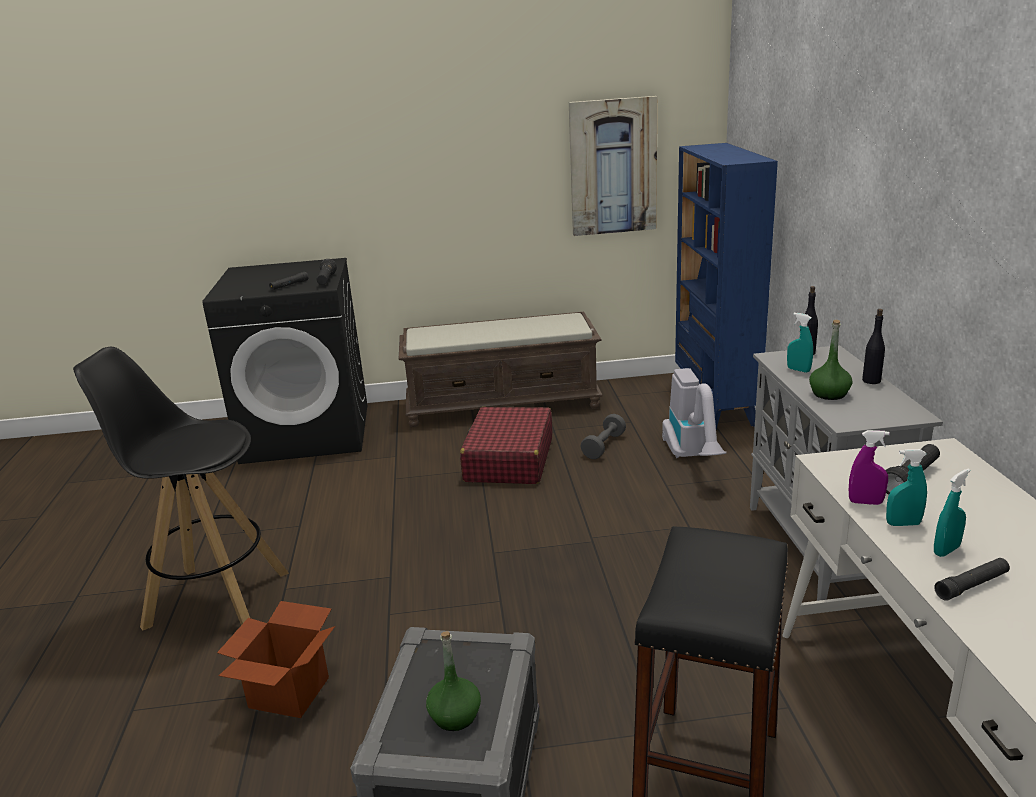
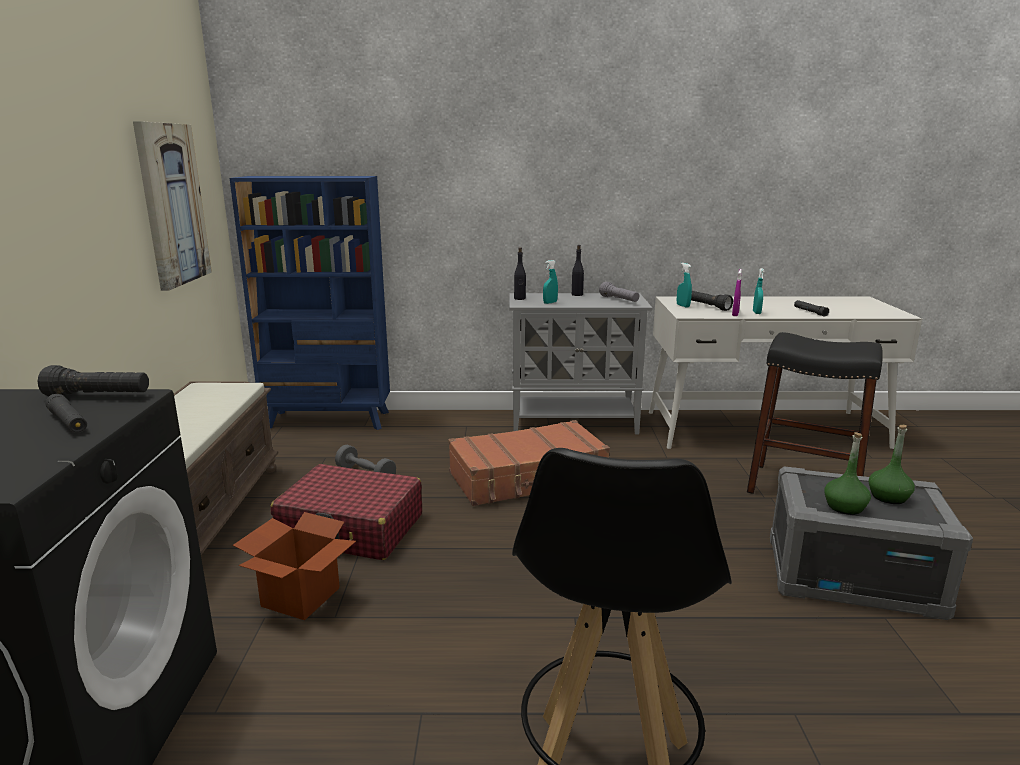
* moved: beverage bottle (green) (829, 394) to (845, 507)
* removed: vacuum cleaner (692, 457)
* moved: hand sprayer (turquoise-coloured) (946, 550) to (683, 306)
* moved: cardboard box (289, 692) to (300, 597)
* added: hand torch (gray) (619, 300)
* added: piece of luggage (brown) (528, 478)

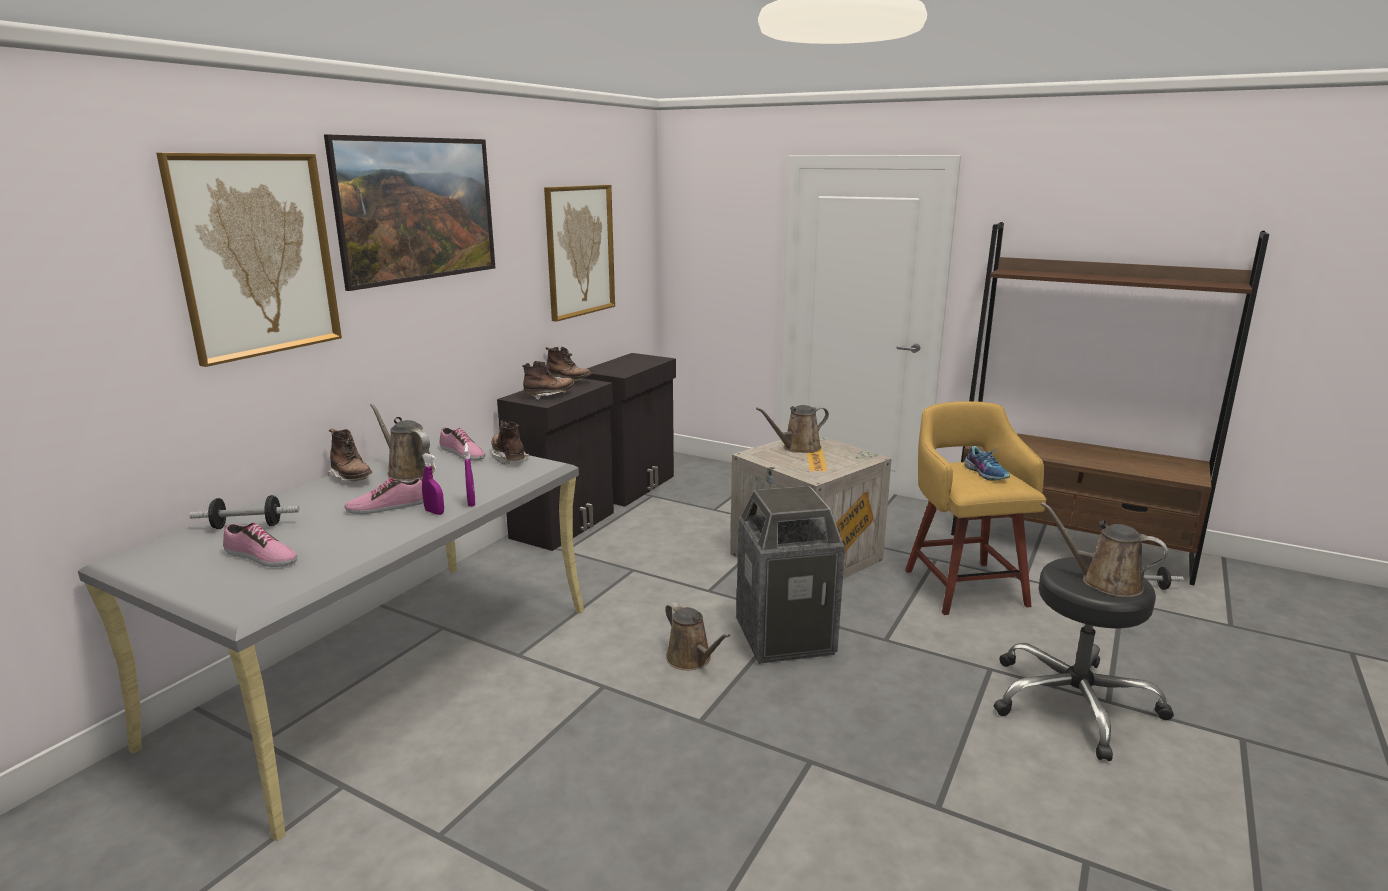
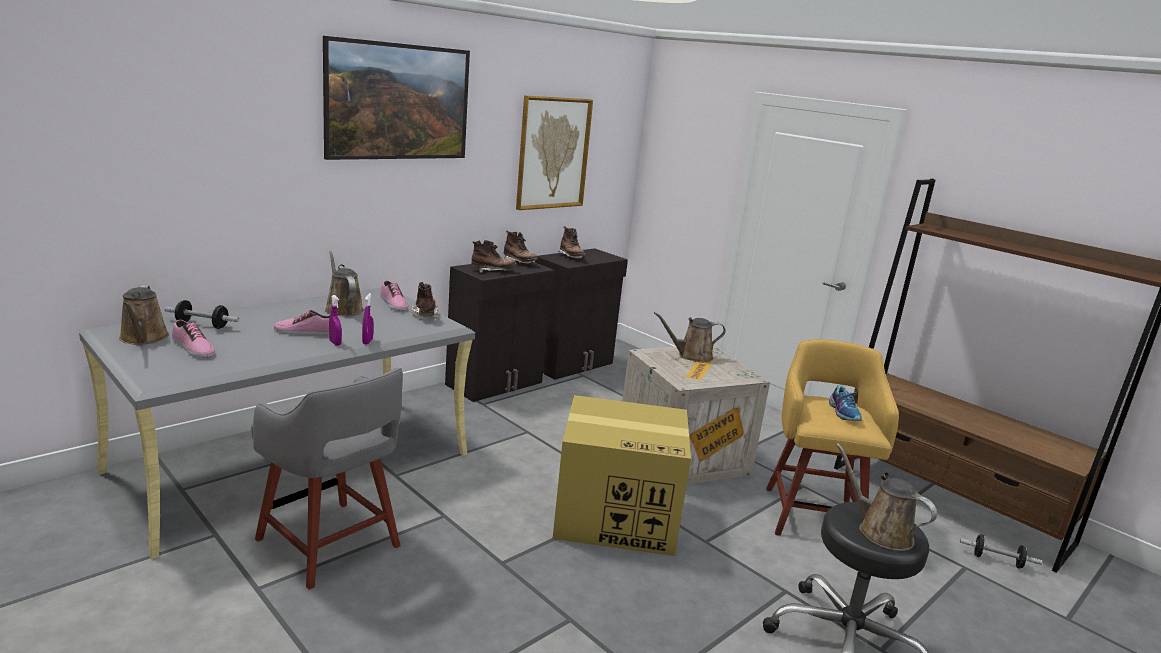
* removed: picture (256, 255)
* moved: tall boot (brown) (352, 478) to (571, 257)
* replaced: waste bin (785, 637) to cardboard box (618, 516)
* moved: watering pot (brown) (691, 659) to (143, 338)
* added: stool seat (gray) (330, 545)

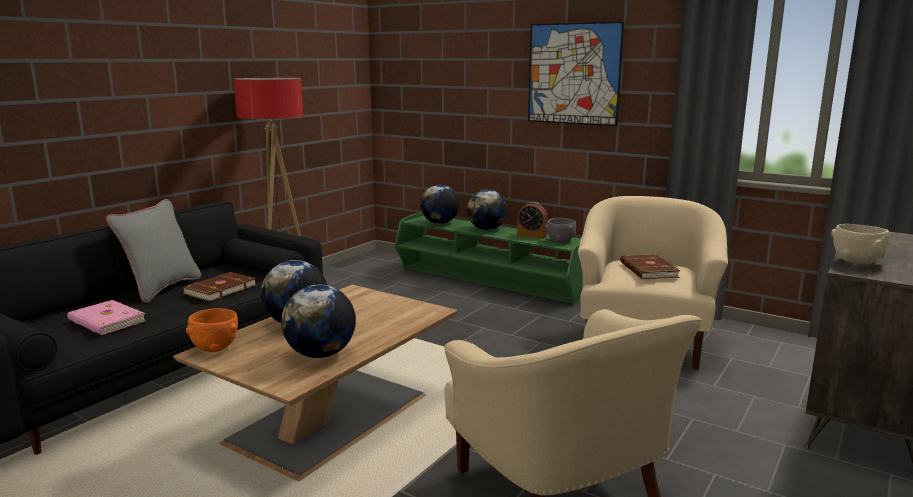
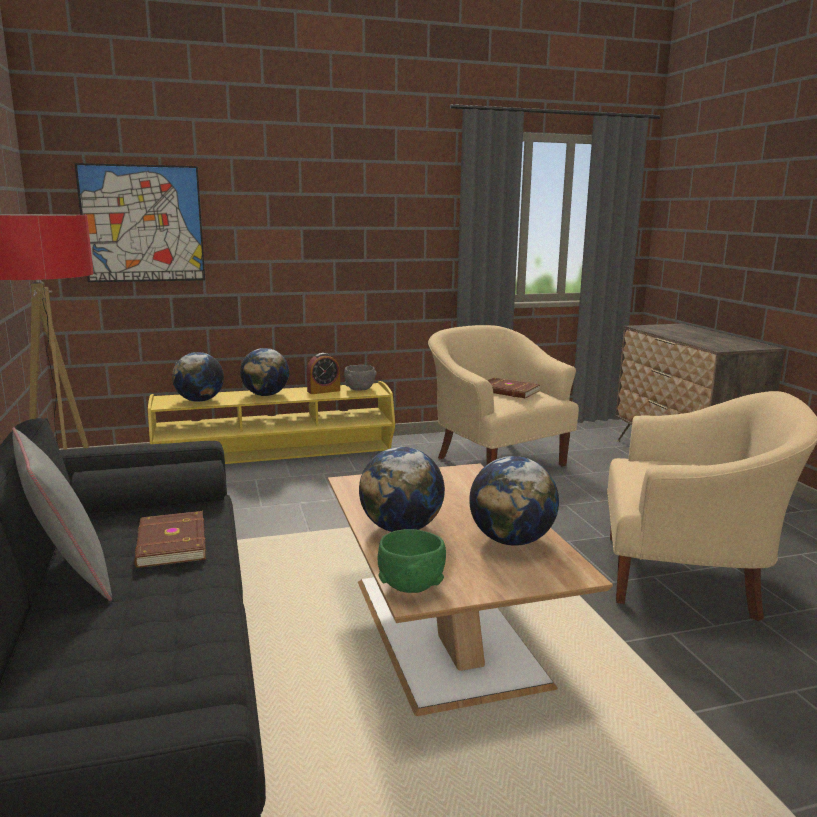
* moved: picture (573, 74) to (142, 224)
* recoloured: media console (green) (488, 282) to media console (yellow-coloured) (276, 455)
* removed: bowl (sand-coloured) (856, 262)
* removed: volume (pink) (106, 321)
* recoloured: bowl (orangey) (215, 348) to bowl (green) (411, 586)

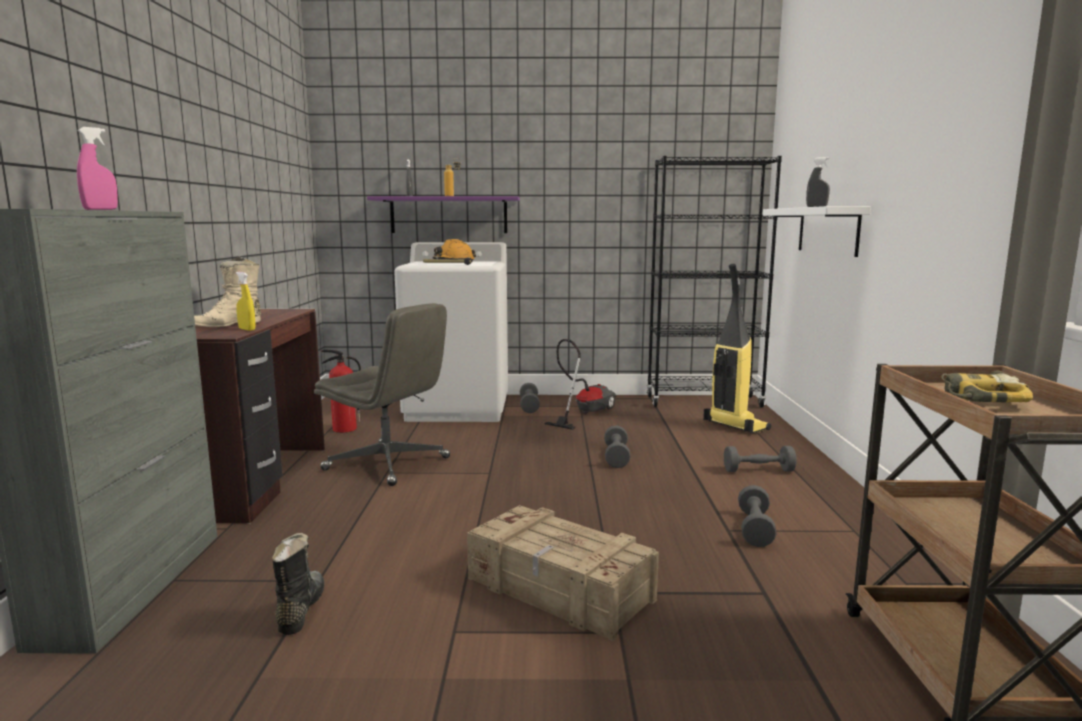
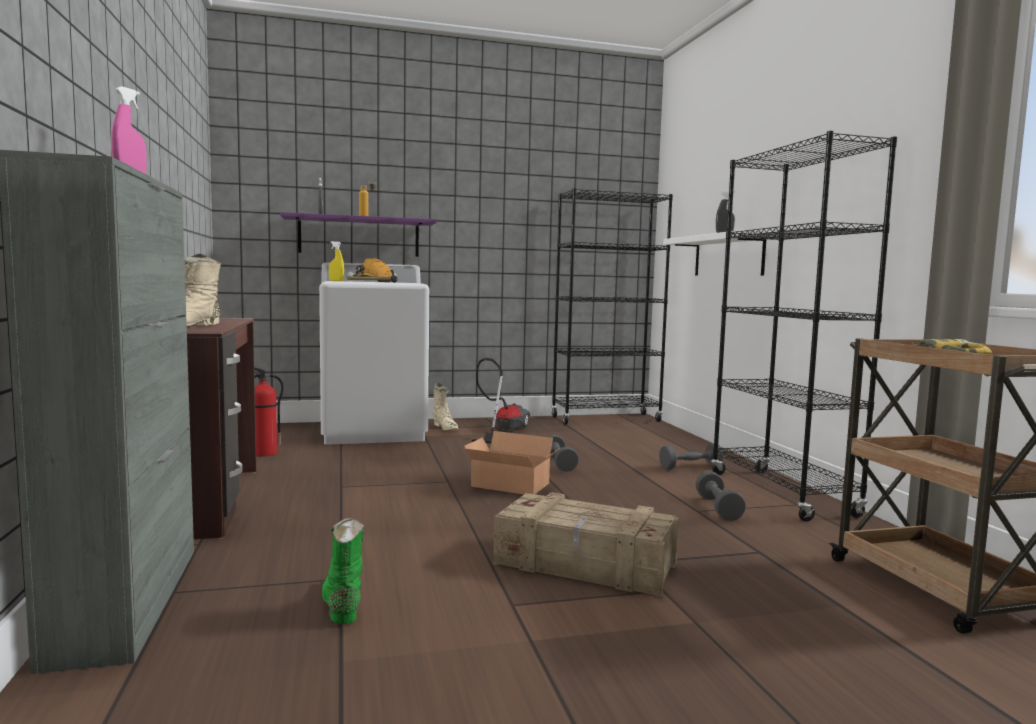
* removed: vacuum cleaner (734, 425)
* moved: hand sprayer (yellow-coloured) (247, 329) to (336, 281)
* removed: desk chair (gray) (388, 464)
* replaced: free weight (gray) (529, 406) to tall boot (sand-coloured) (445, 428)
* recoloured: tall boot (black) (300, 610) to tall boot (green) (341, 603)
* added: bookcase (black) (781, 494)
* added: cardboard box (510, 486)

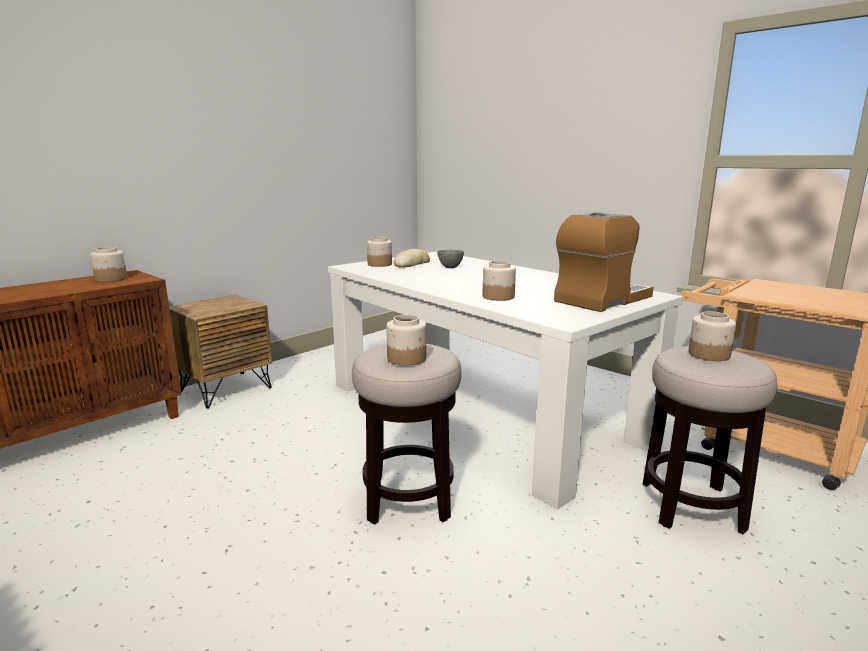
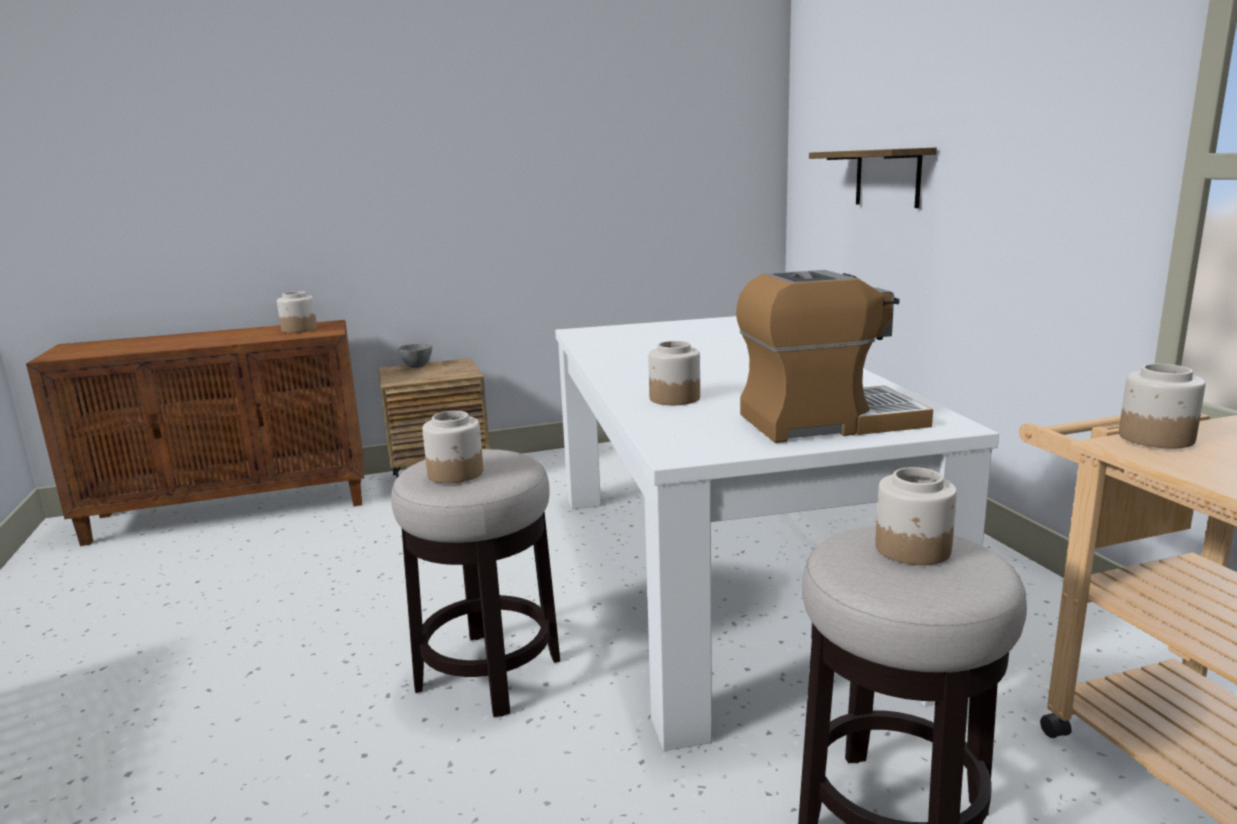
* moved: jar (379, 264) to (1155, 438)
* removed: bread (412, 264)
* moved: bowl (gray) (450, 267) to (416, 366)
* added: wall shelf (887, 178)

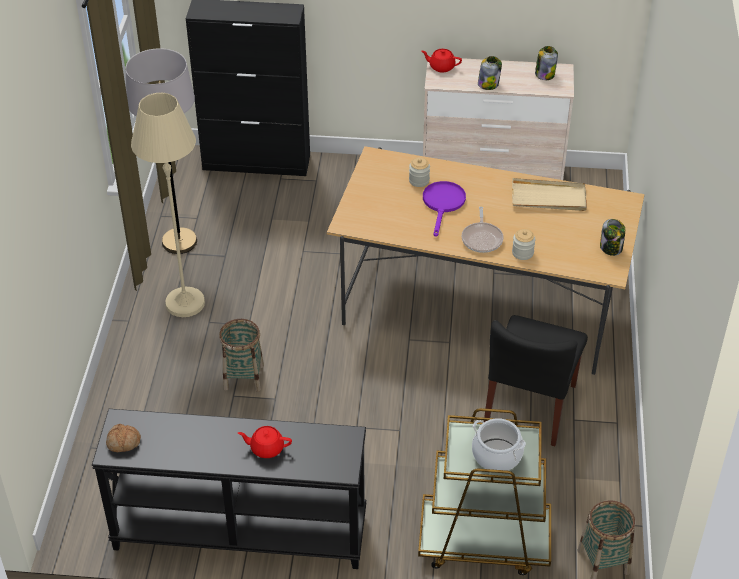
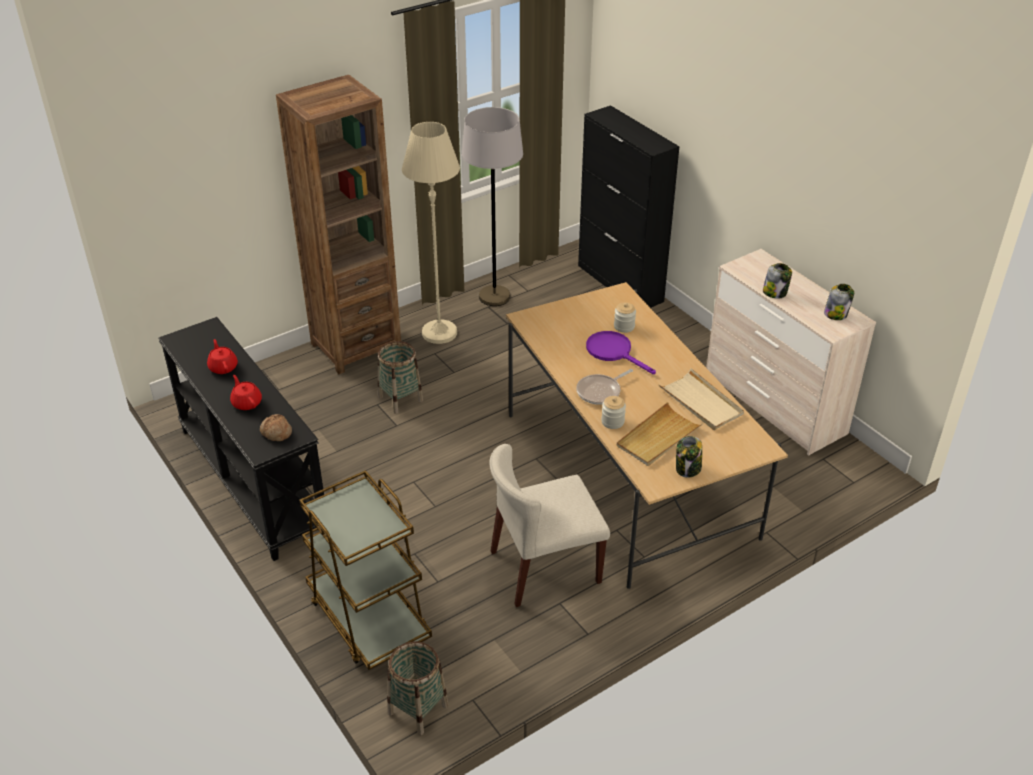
* moved: teapot (red-coloured) (441, 67) to (223, 367)
* turned: pan (purplish) (443, 204) = (614, 352) 105 degrees counterclockwise
* recoloured: upright chair (black) (530, 406) to upright chair (sand-coloured) (544, 567)
* removed: saucepot (497, 455)
* moved: bread (123, 442) to (276, 433)
* added: bookcase (brown) (356, 346)
* added: serving tray (sand-coloured) (658, 437)

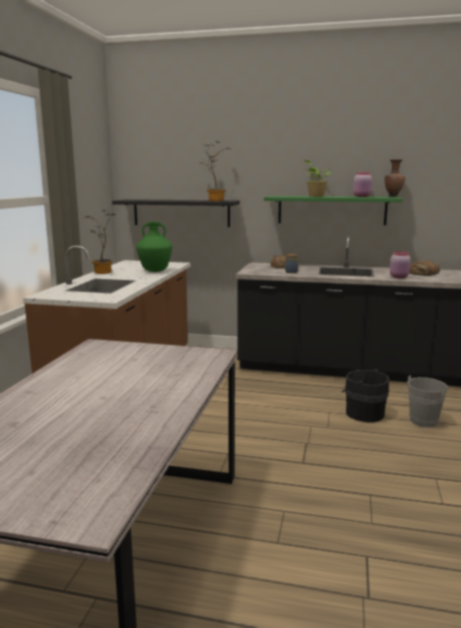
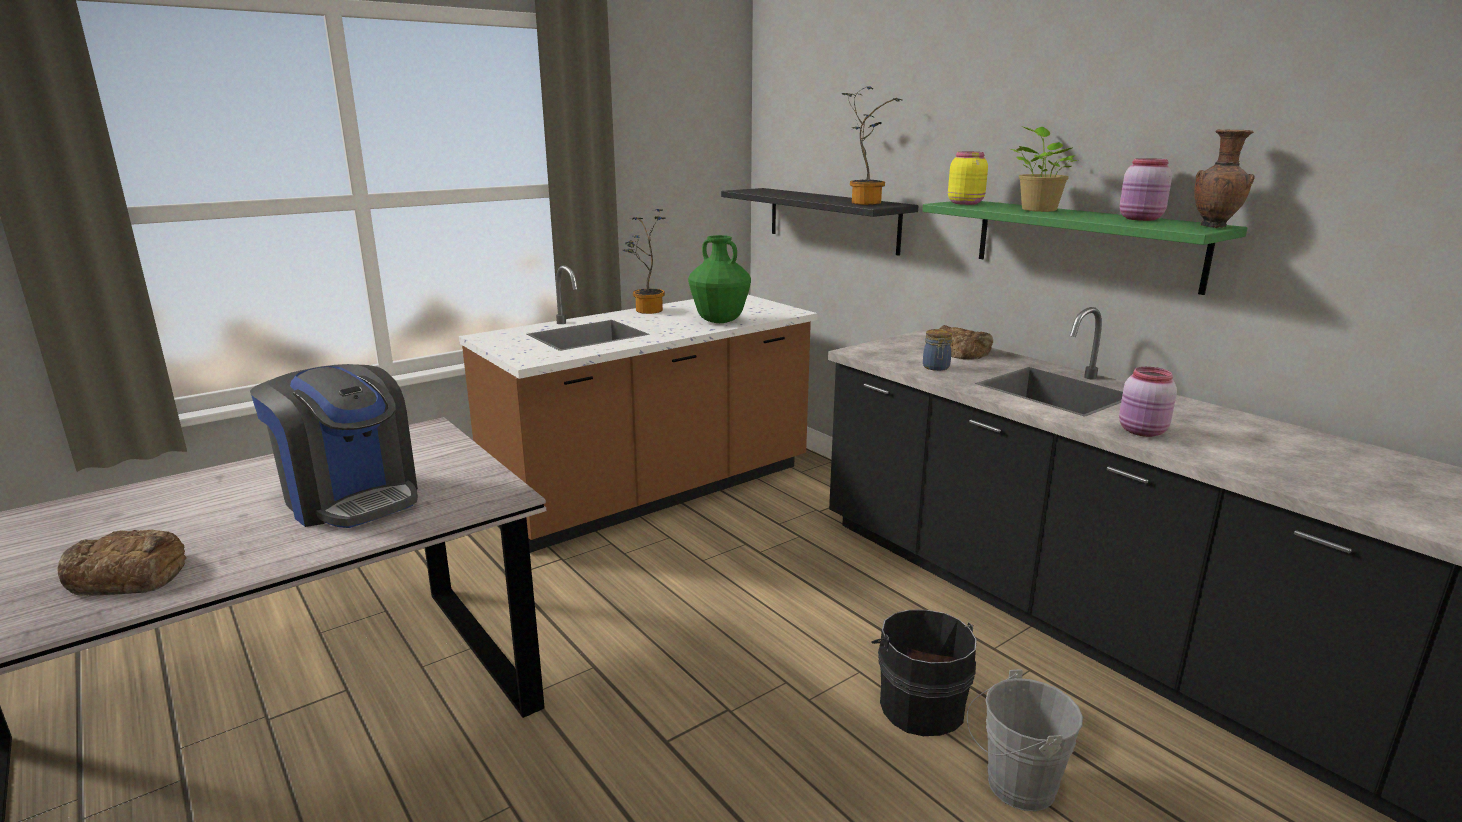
* moved: bread (423, 273) to (128, 575)
* added: jar (yellow-coloured) (965, 203)
* added: coffee maker (351, 497)

